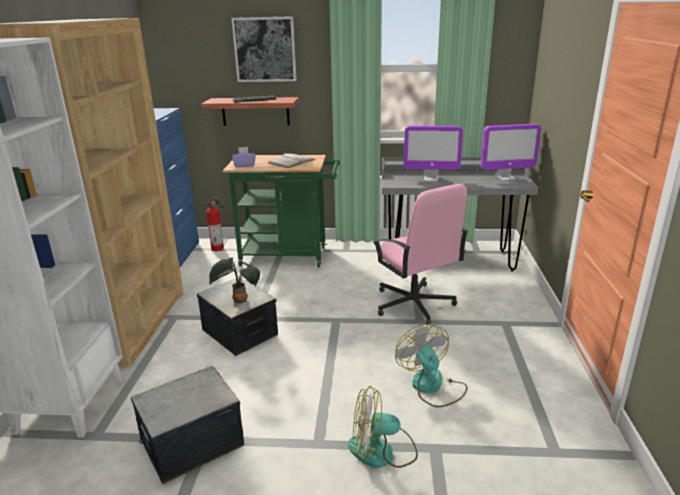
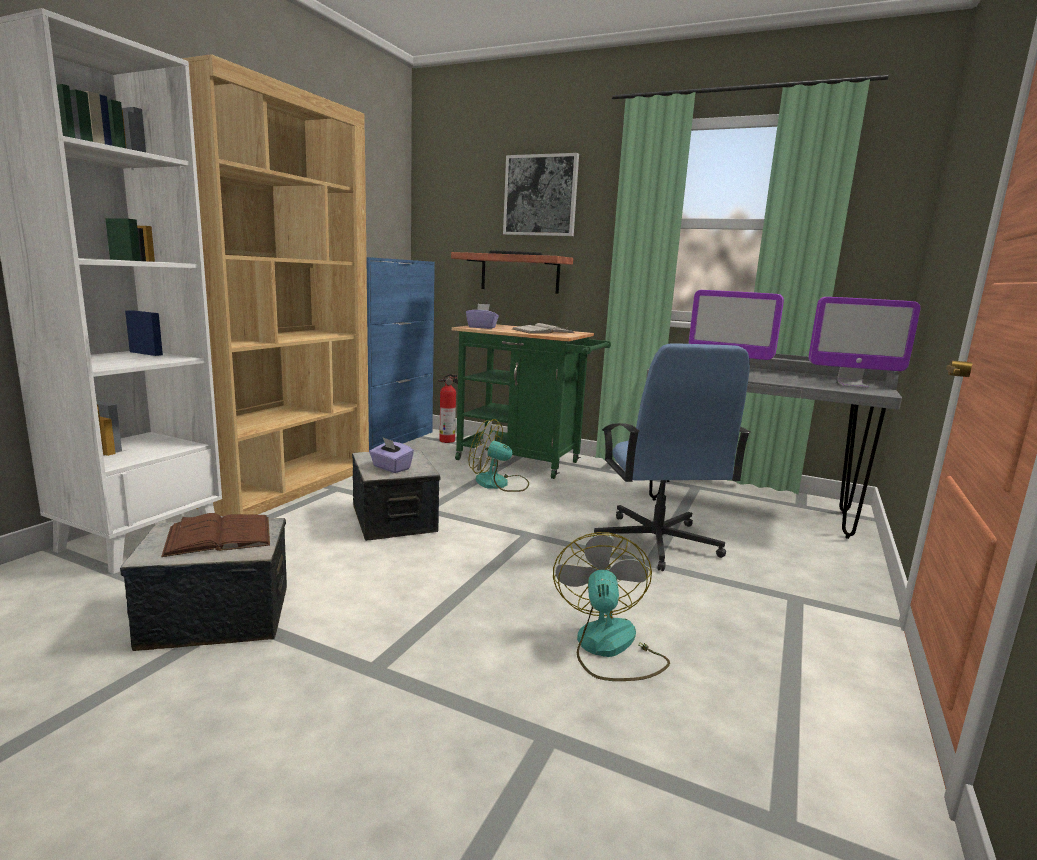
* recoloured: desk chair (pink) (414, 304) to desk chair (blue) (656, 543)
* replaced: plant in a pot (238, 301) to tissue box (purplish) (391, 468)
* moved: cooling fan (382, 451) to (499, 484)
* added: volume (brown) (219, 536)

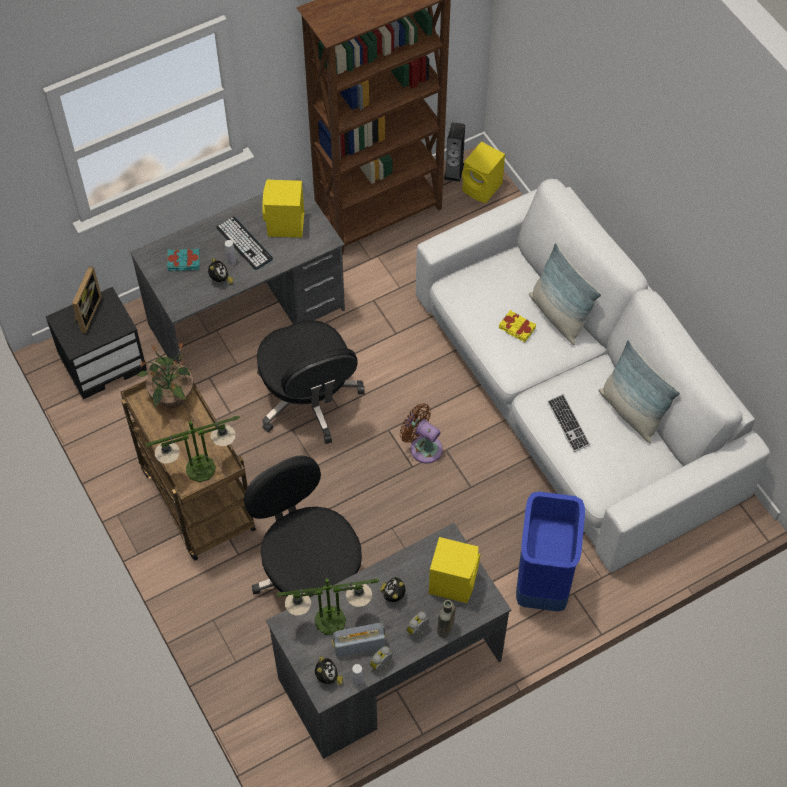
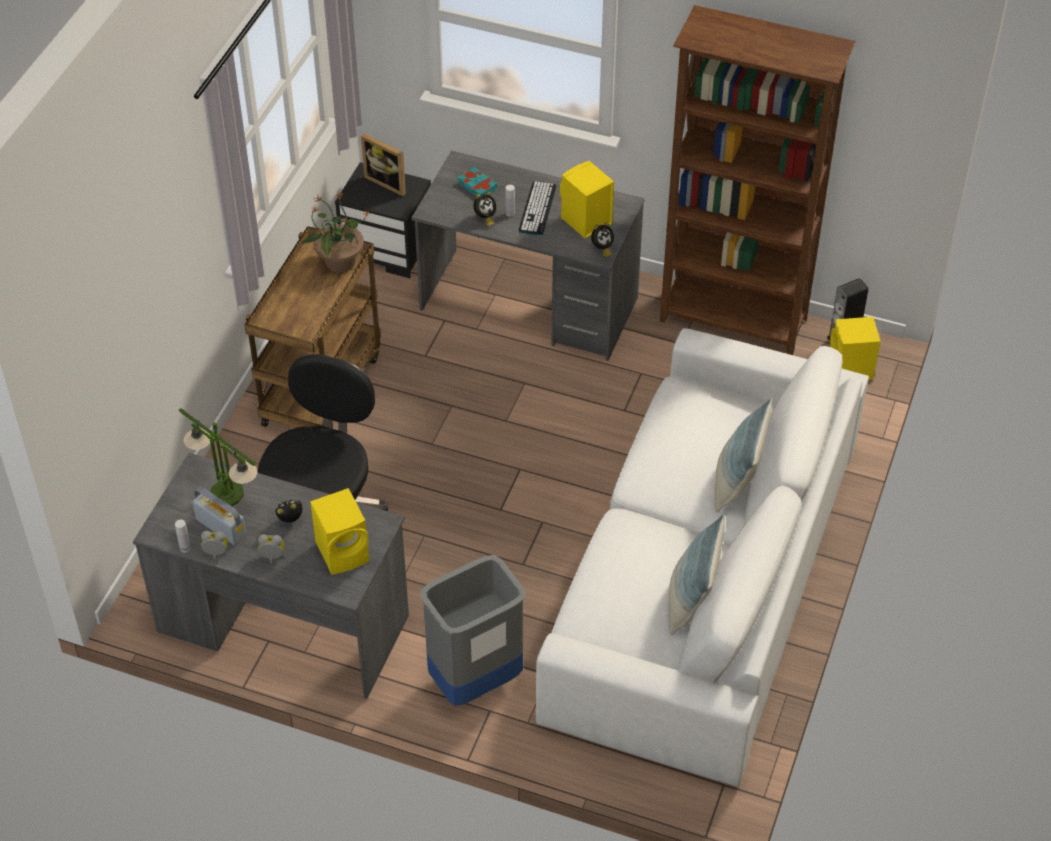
* turned: standing frame (86, 313) = (388, 182) 60 degrees clockwise
* removed: volume (yellow-coloured) (516, 328)
* removed: desk chair (black) (309, 399)
* removed: PC keyboard (568, 424)
* removed: cooling fan (brown) (423, 447)
* removed: tabletop lamp (200, 469)
* recoloured: waste bin (blue) (543, 584) to waste bin (gray) (475, 681)
* removed: beverage bottle (brown) (445, 629)
* moved: alarm clock (328, 678) to (602, 249)

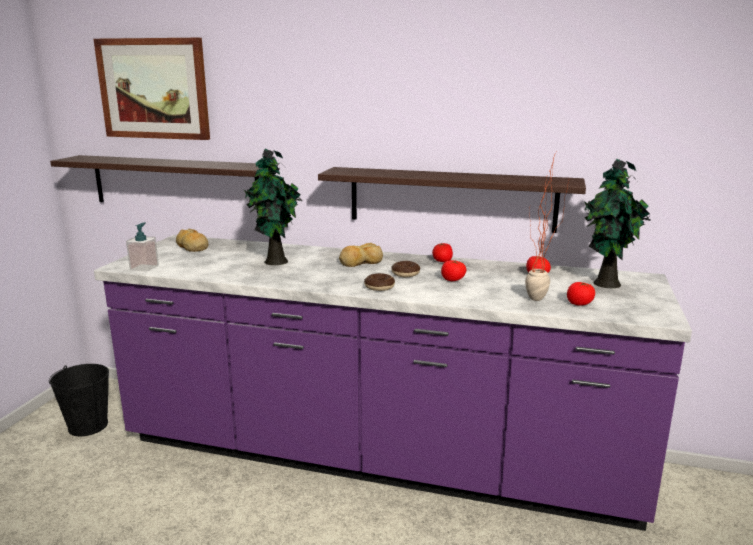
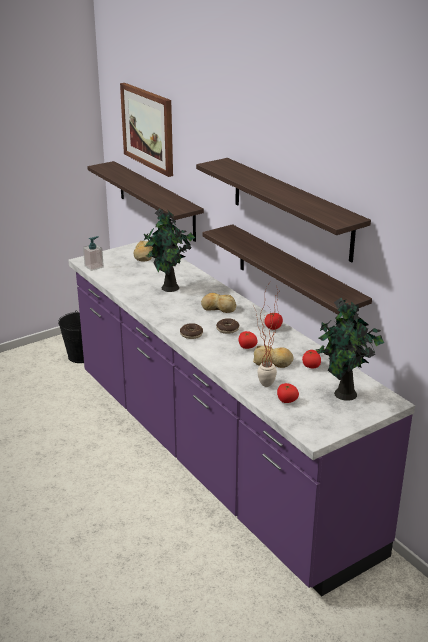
* added: wall shelf (291, 208)
* added: bread (273, 362)

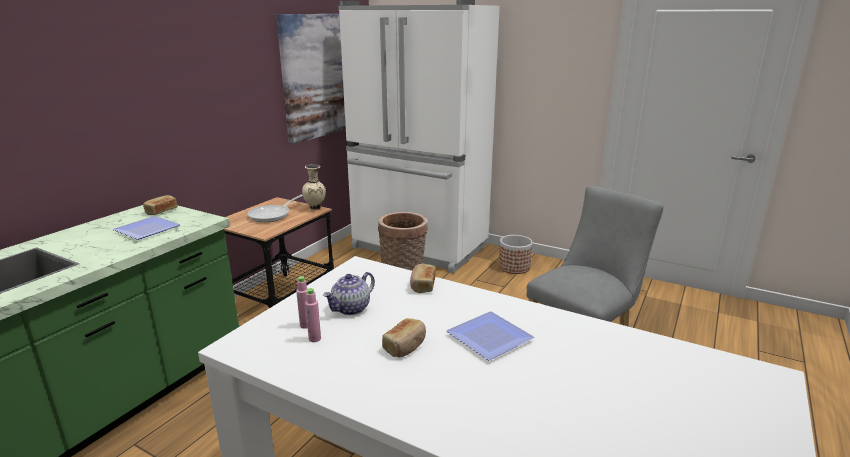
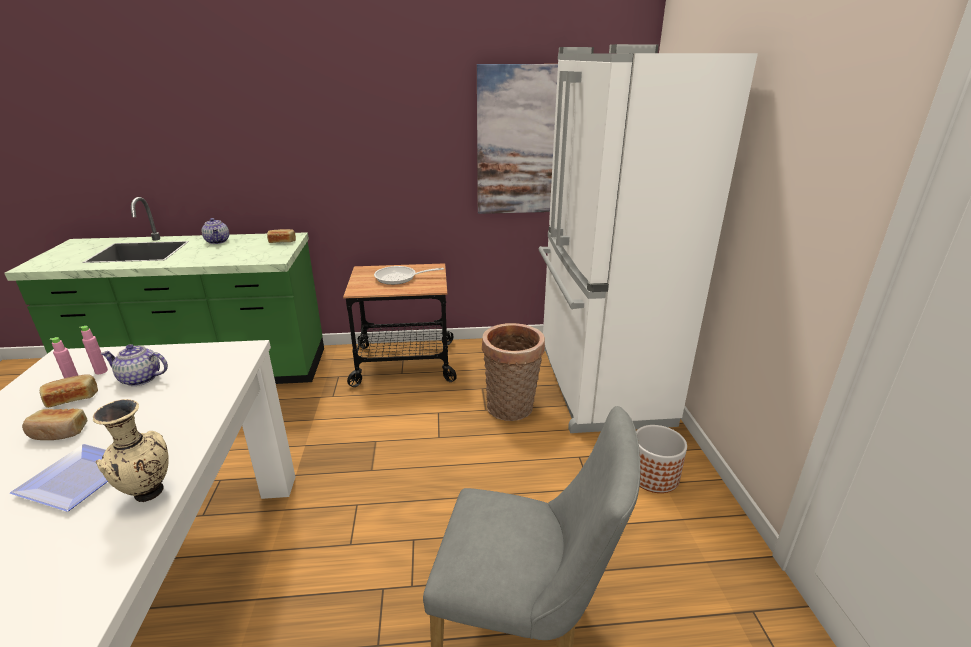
* moved: vase (sand-coloured) (315, 208) to (148, 495)
* removed: plate (146, 231)
* moved: bread (422, 285) to (72, 398)
* added: teapot (218, 241)

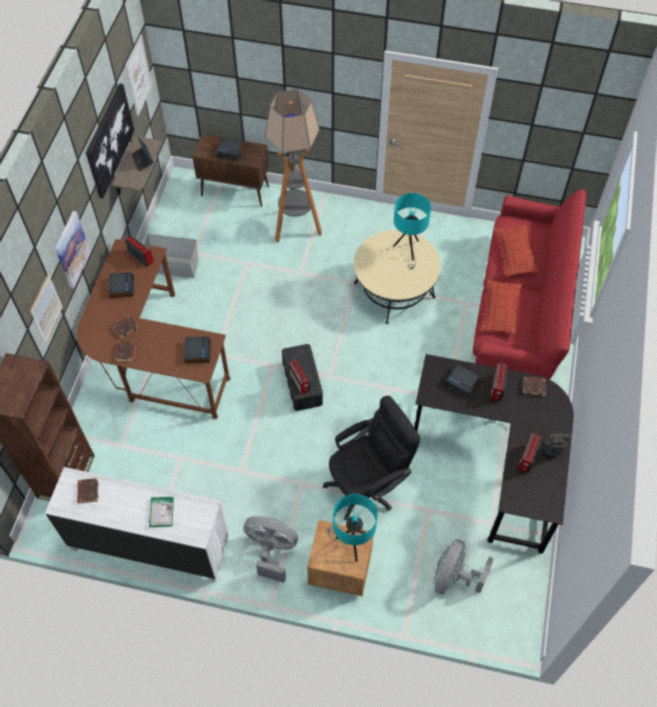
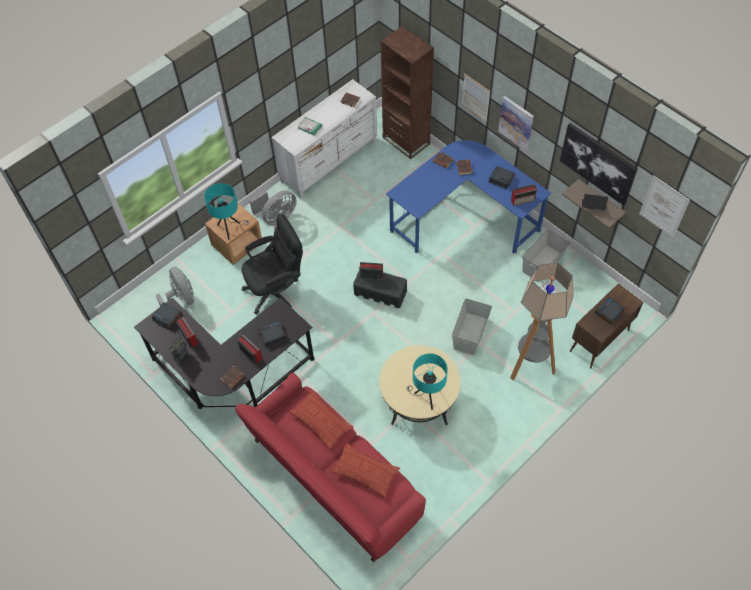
* recoloured: desk table (brown) (153, 359) to desk table (blue) (464, 217)
* moved: alarm clock (197, 352) to (168, 317)
* turned: desk chair (black) (368, 484) = (276, 289) 120 degrees counterclockwise
* added: storage bin (gray) (470, 333)

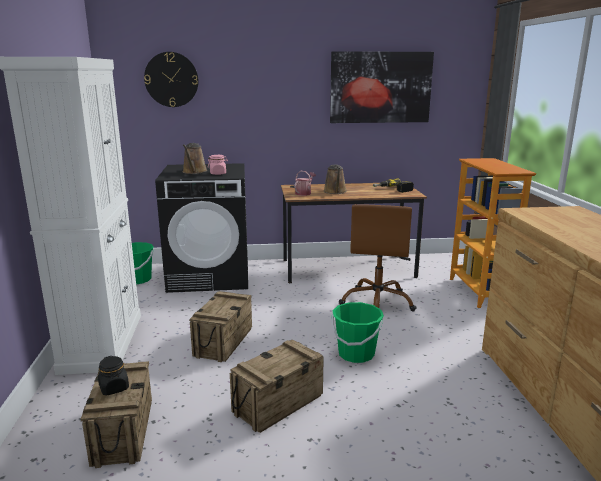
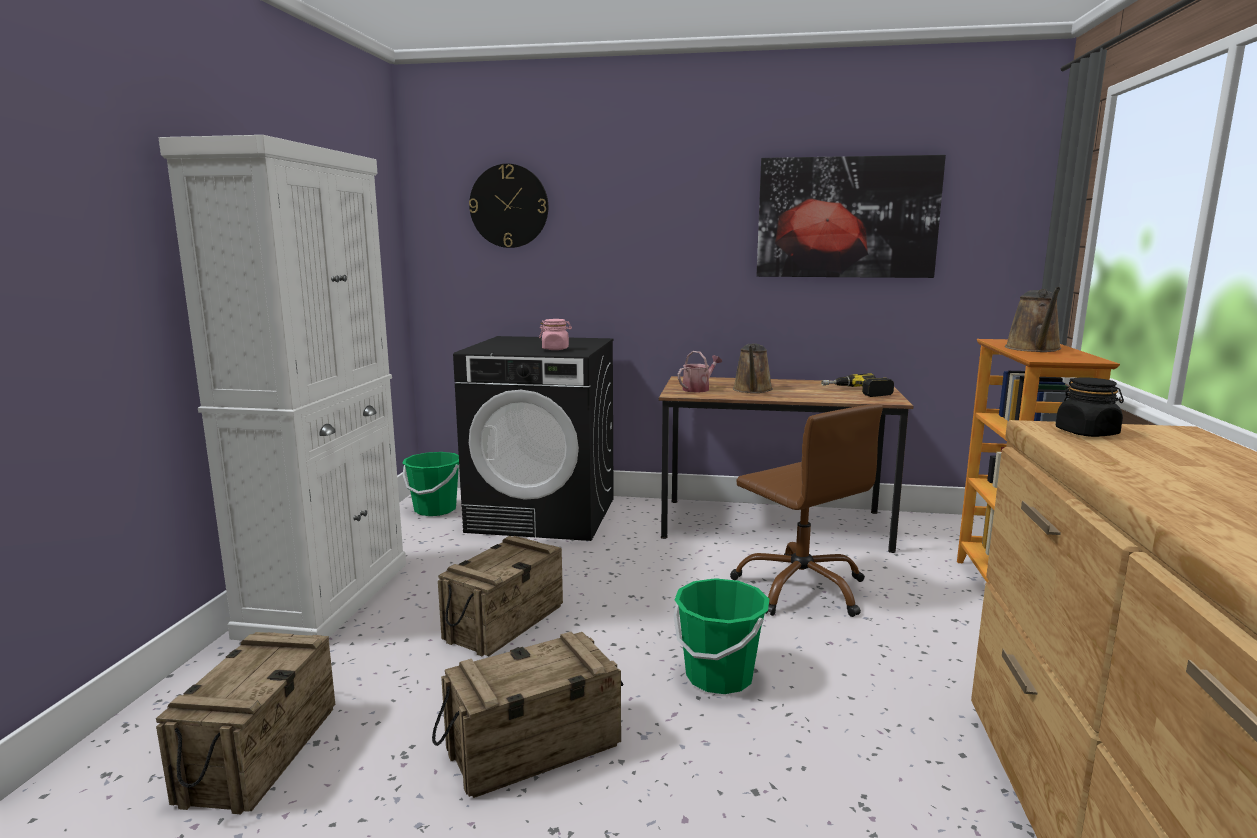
* moved: watering pot (brown) (194, 172) to (1034, 349)
* turned: desk chair (brown) (377, 302) = (801, 588) 60 degrees counterclockwise
* moved: jar (black) (114, 388) to (1087, 433)

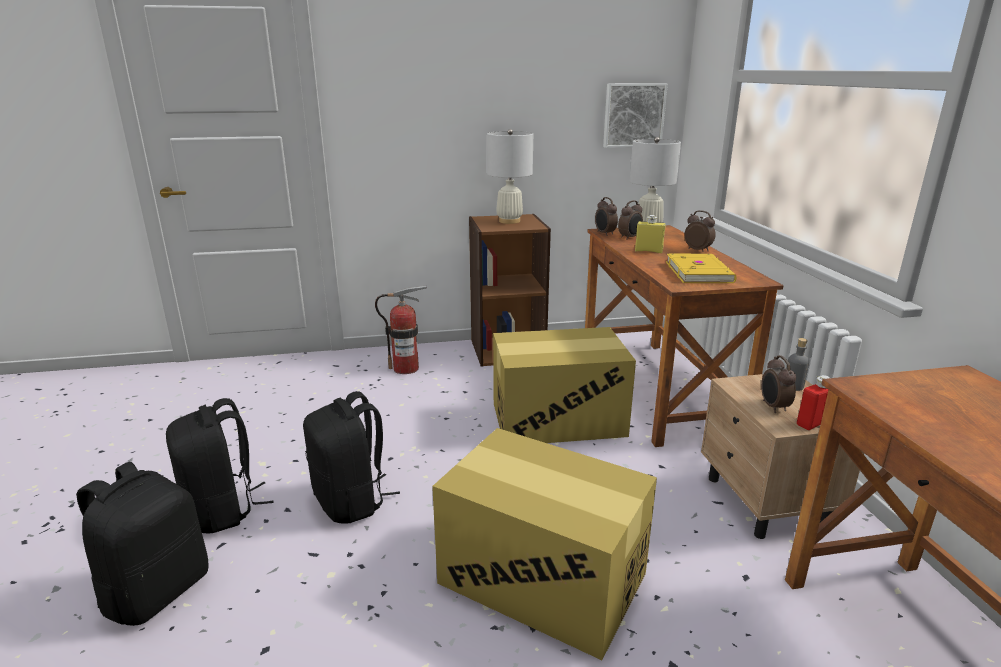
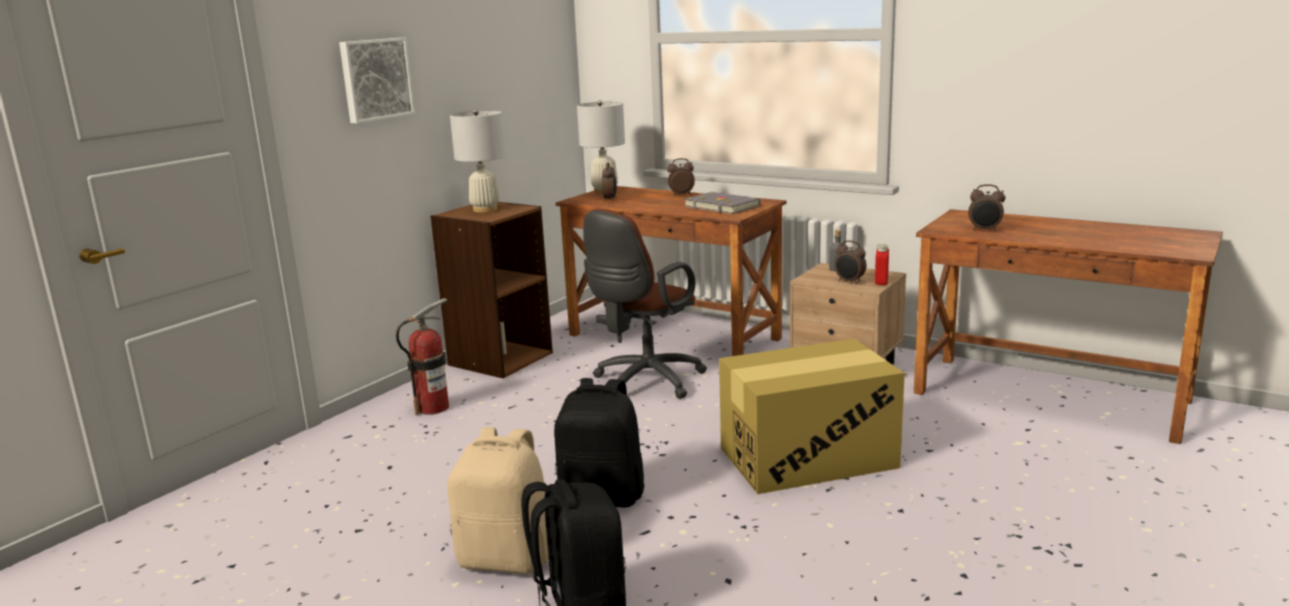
* moved: picture (633, 115) to (375, 79)
* moved: alarm clock (604, 234) to (984, 230)
* removed: beverage bottle (yellow-coloured) (648, 251)
* recoloured: volume (yellow-coloured) (700, 272) to volume (gray) (722, 206)
* replaced: cardboard box (557, 419) to desk chair (brown) (644, 383)
* recoloured: rucksack (black) (223, 510) to rucksack (sand-coloured) (507, 559)

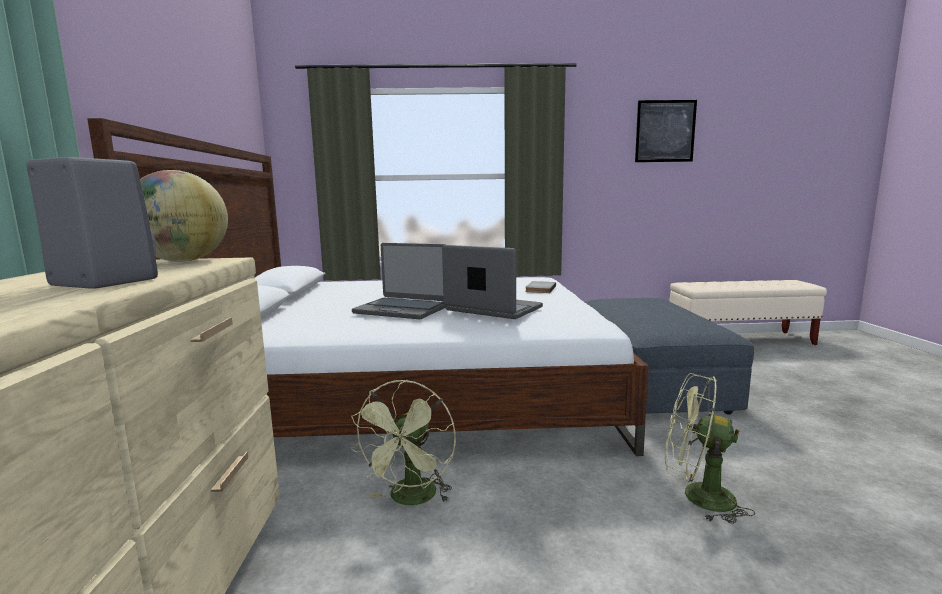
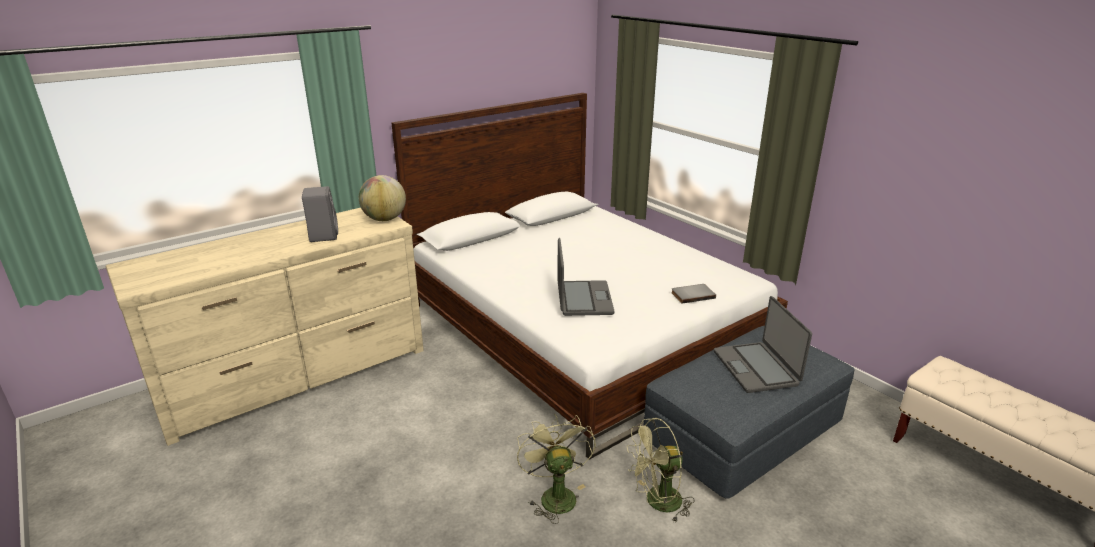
* removed: picture (665, 131)
* moved: portable computer (402, 309) to (756, 368)
* moved: cooling fan (green) (411, 499) to (657, 503)

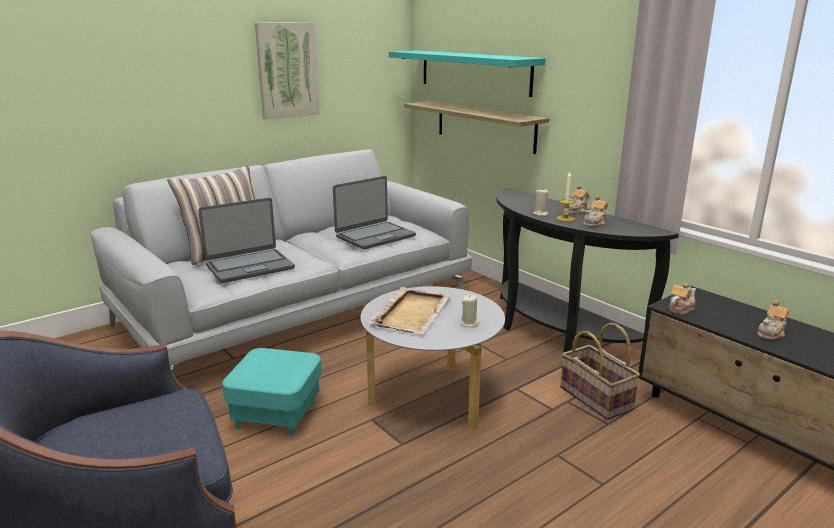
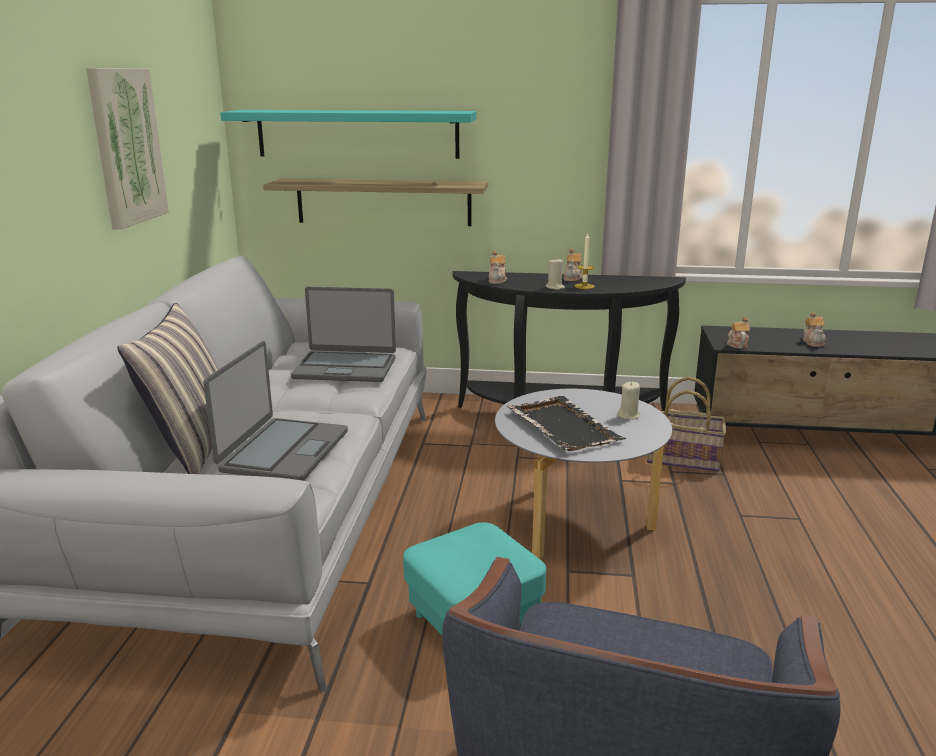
* turned: portable computer (375, 236) = (345, 368) 90 degrees clockwise
* moved: teapot (595, 223) to (497, 280)
* recoloured: serving tray (sand-coloured) (412, 312) to serving tray (black) (563, 426)

